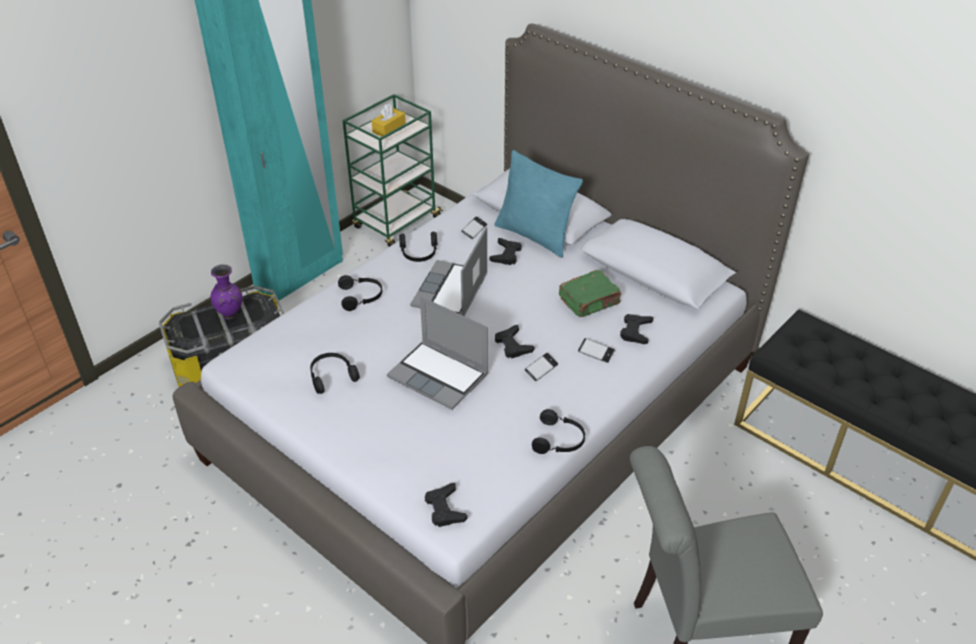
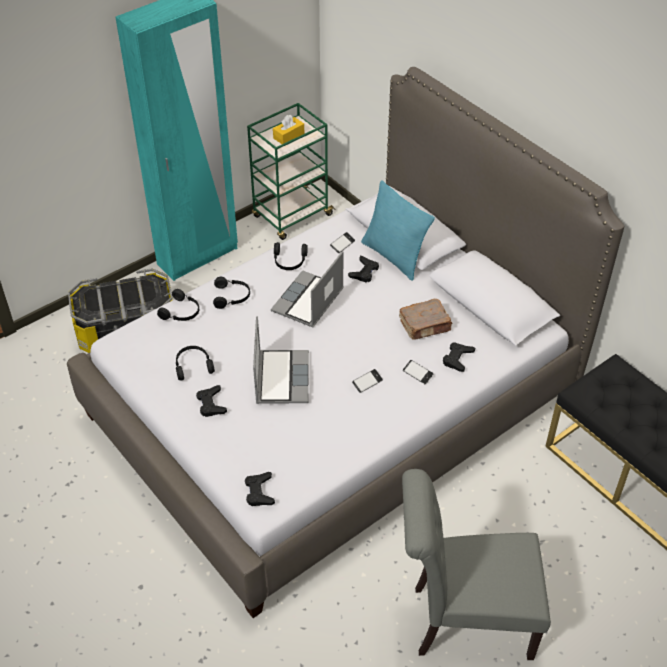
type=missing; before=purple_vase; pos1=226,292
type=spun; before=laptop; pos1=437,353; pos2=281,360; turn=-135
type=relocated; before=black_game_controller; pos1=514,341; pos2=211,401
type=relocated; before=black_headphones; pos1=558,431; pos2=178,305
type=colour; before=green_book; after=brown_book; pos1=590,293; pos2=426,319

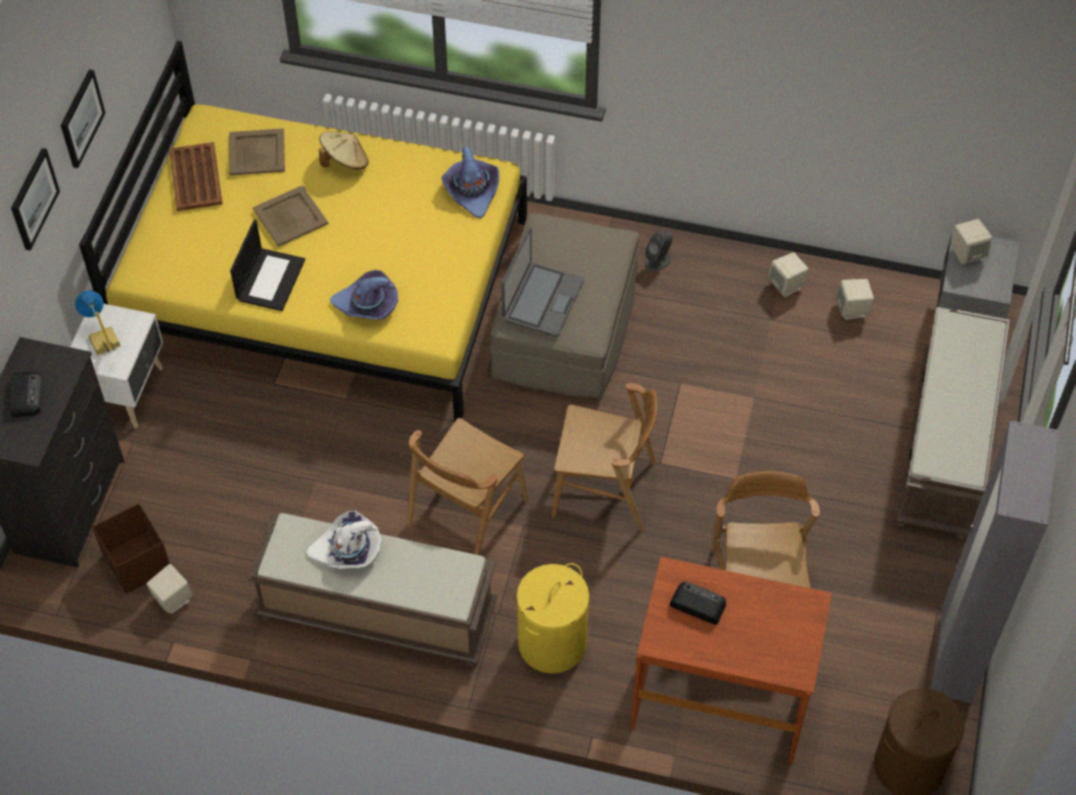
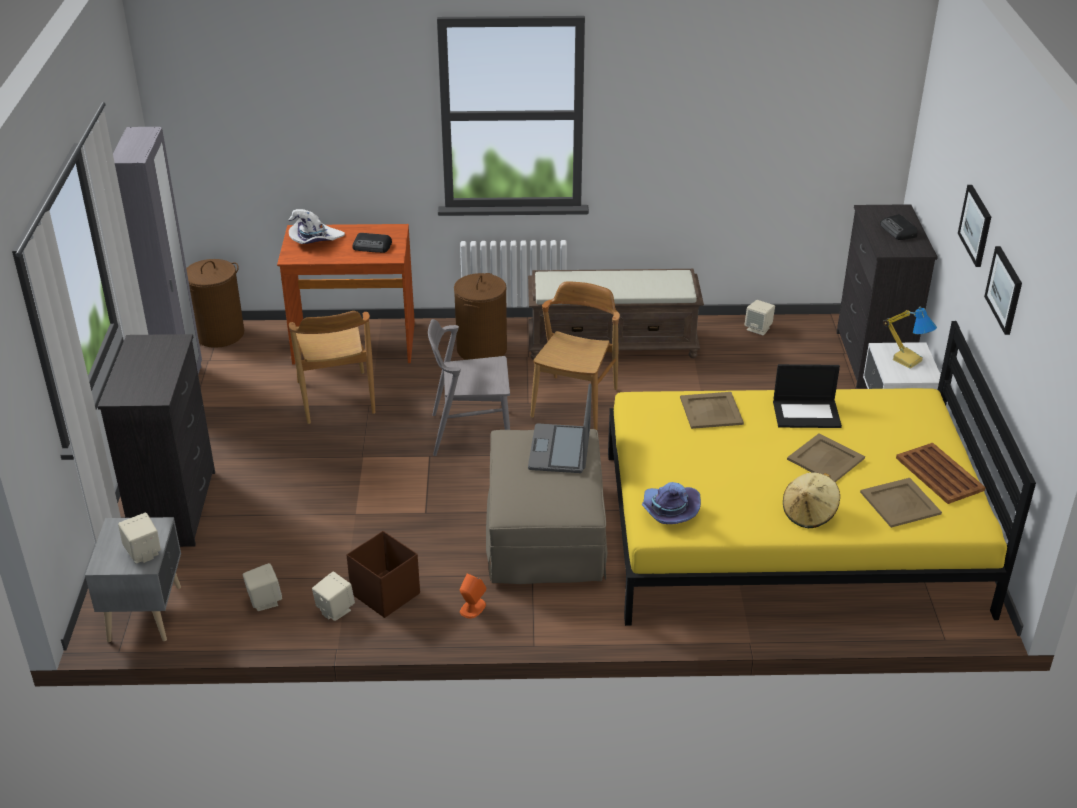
type=relocated; before=brown_storage_box; pos1=131,548; pos2=383,574
type=spun; before=laptop; pos1=267,265; pos2=807,396; turn=-90
type=relocated; before=white_hat; pos1=344,540; pos2=317,226
type=exchanged; before=purple_hat; after=beige_tray; pos1=364,295; pos2=712,410
type=colour; before=yellow_laundry_basket; after=brown_laundry_basket; pos1=553,618; pos2=480,316
type=colour; before=brown_chair; after=grey_chair; pos1=604,457; pos2=469,387
type=colour; before=grey_speaker; after=orange_speaker; pos1=659,251; pos2=473,596
type=exchanged; before=brown_bench; after=black_dresser; pos1=953,424; pos2=156,440

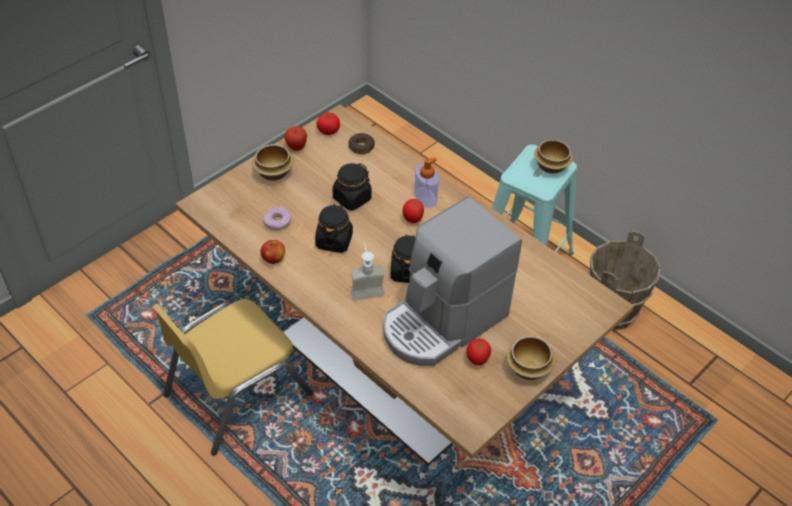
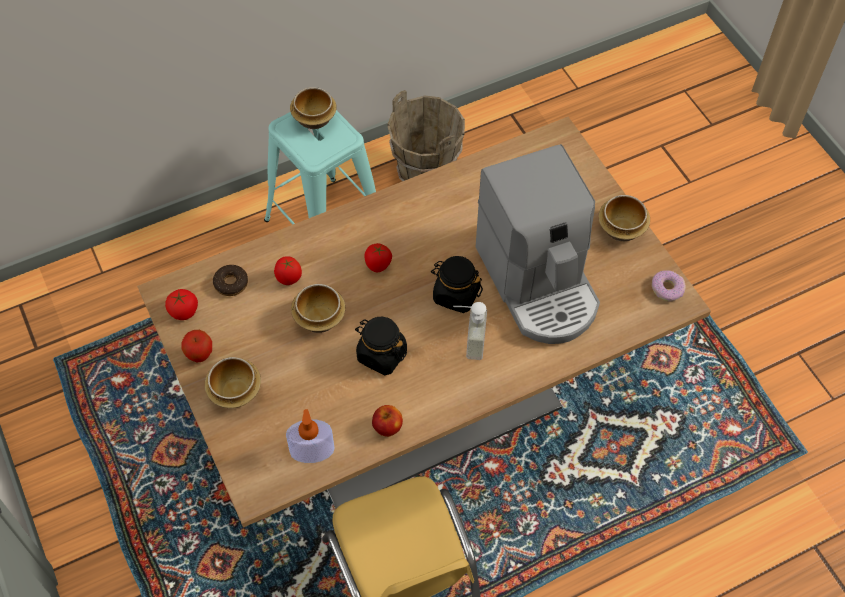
type=relocated; before=donut; pos1=277,218; pos2=669,286
type=exchanged; before=black_jar; after=bowl; pos1=352,186; pos2=318,308
type=relocated; before=soap_dispenser; pos1=426,183; pos2=310,436
type=relocated; before=tomato; pos1=478,351; pos2=288,270

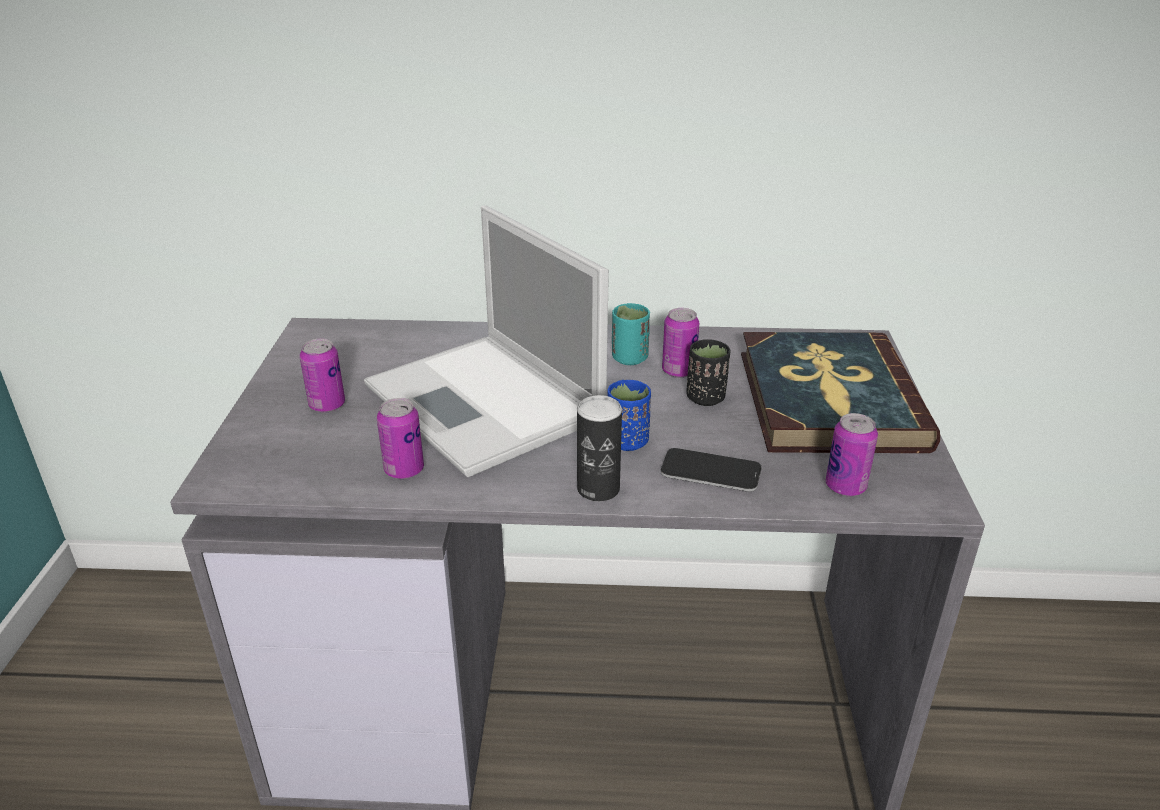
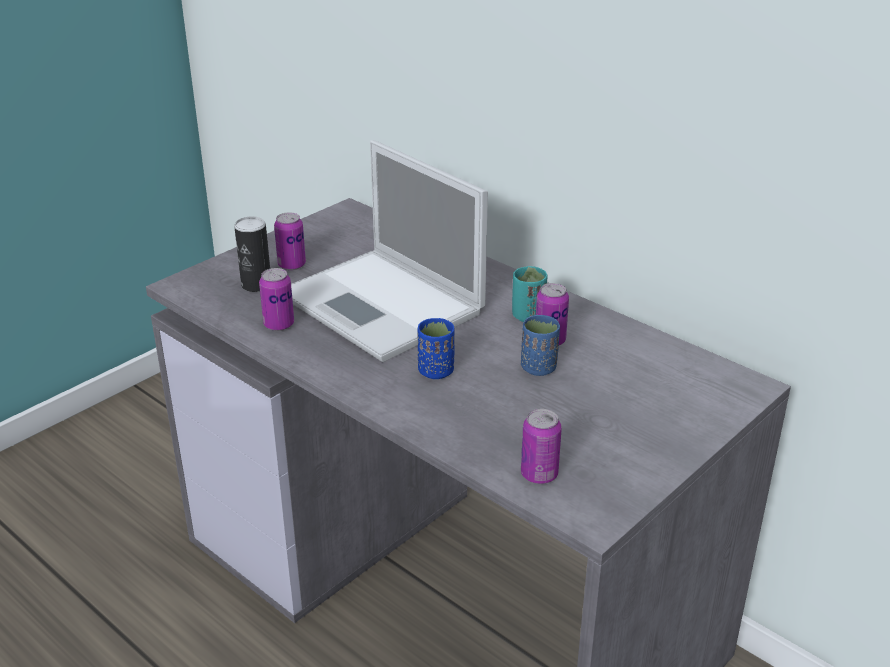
type=spun; before=laptop; pos1=486,341; pos2=389,251; turn=-45
type=relocated; before=can; pos1=599,448; pos2=252,254
type=missing; before=phone; pos1=711,470
type=colour; before=black_cup; after=blue_cup; pos1=708,372; pos2=540,345
type=missing; before=book; pos1=840,392

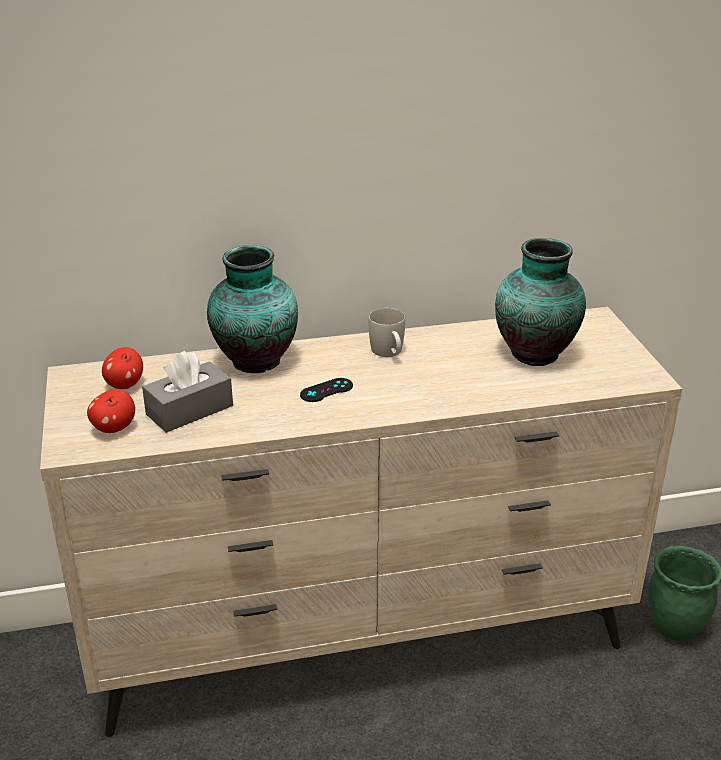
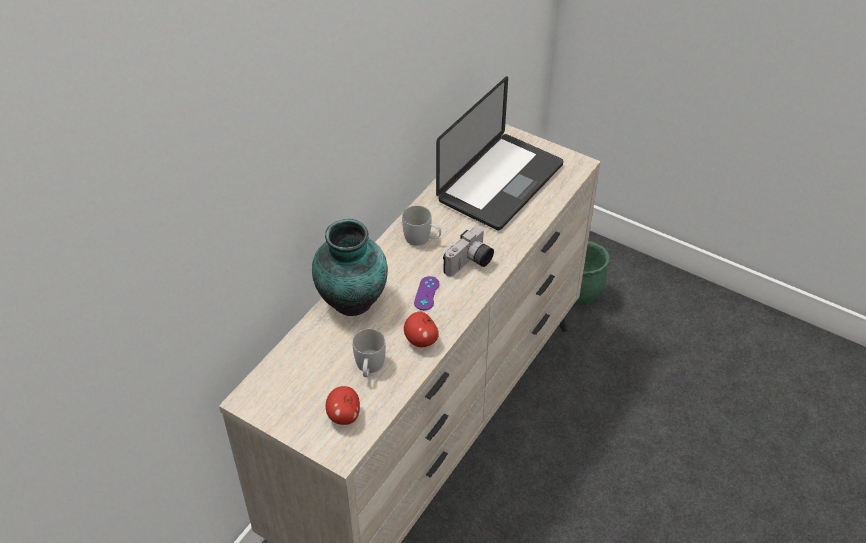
type=relocated; before=apple; pos1=122,368; pos2=421,329
type=exchanged; before=grey_tissue_box; after=white_mug; pos1=187,392; pos2=369,353
type=colour; before=black_game_controller; after=purple_game_controller; pos1=326,390; pos2=427,293
type=exchanged; before=vase; after=laptop; pos1=540,302; pos2=499,153
type=appeared; after=photo_camera; pos2=468,251

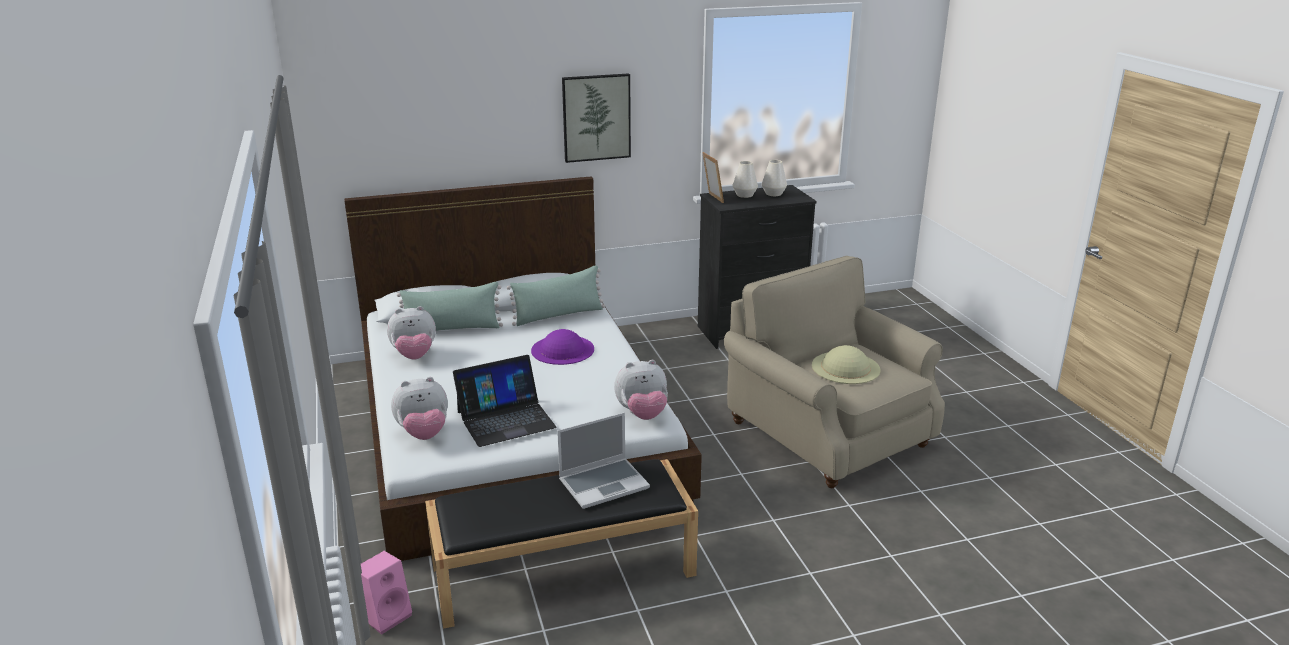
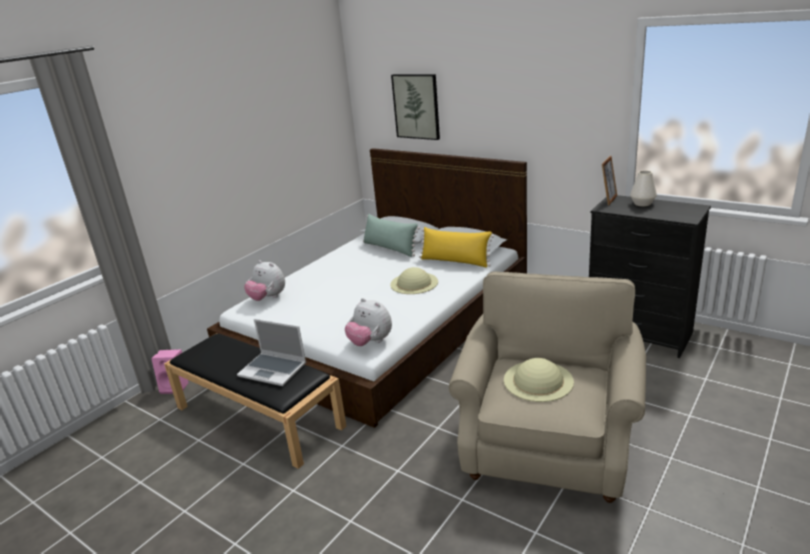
type=missing; before=plush_toy; pos1=411,332
type=missing; before=laptop; pos1=505,401
type=colour; before=green_pillow; after=yellow_pillow; pos1=556,295; pos2=456,247
type=colour; before=purple_hat; after=beige_hat; pos1=562,347; pos2=414,280
type=relocated; before=picture; pos1=596,118; pos2=415,107
type=missing; before=white_vase; pos1=774,178

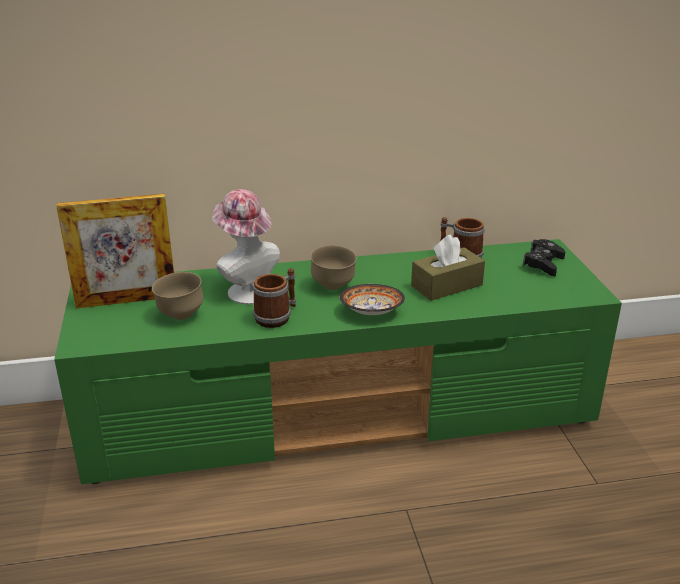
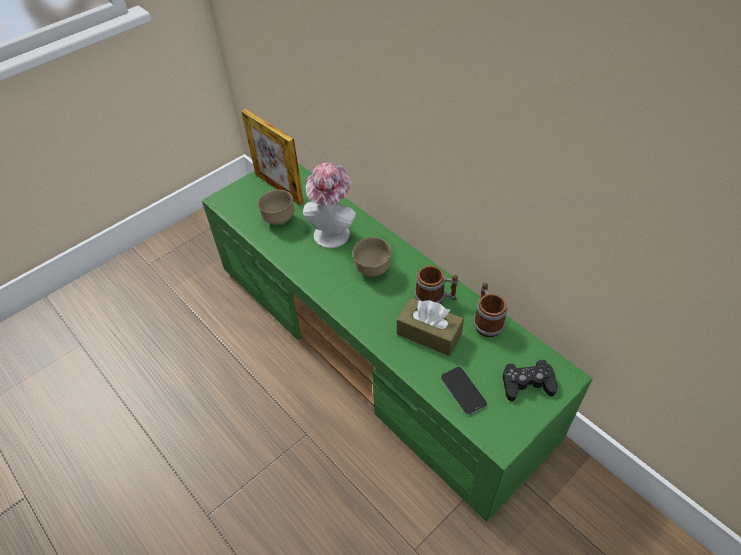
type=relocated; before=mug; pos1=274,298; pos2=436,284
type=missing; before=bowl; pos1=372,299
type=appeared; after=phone; pos2=464,391

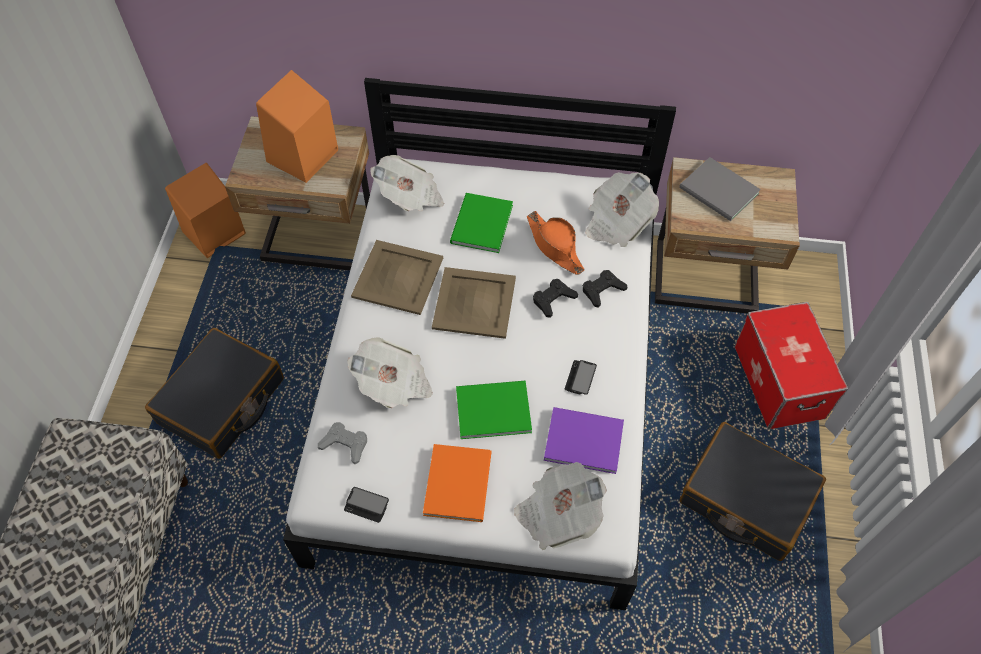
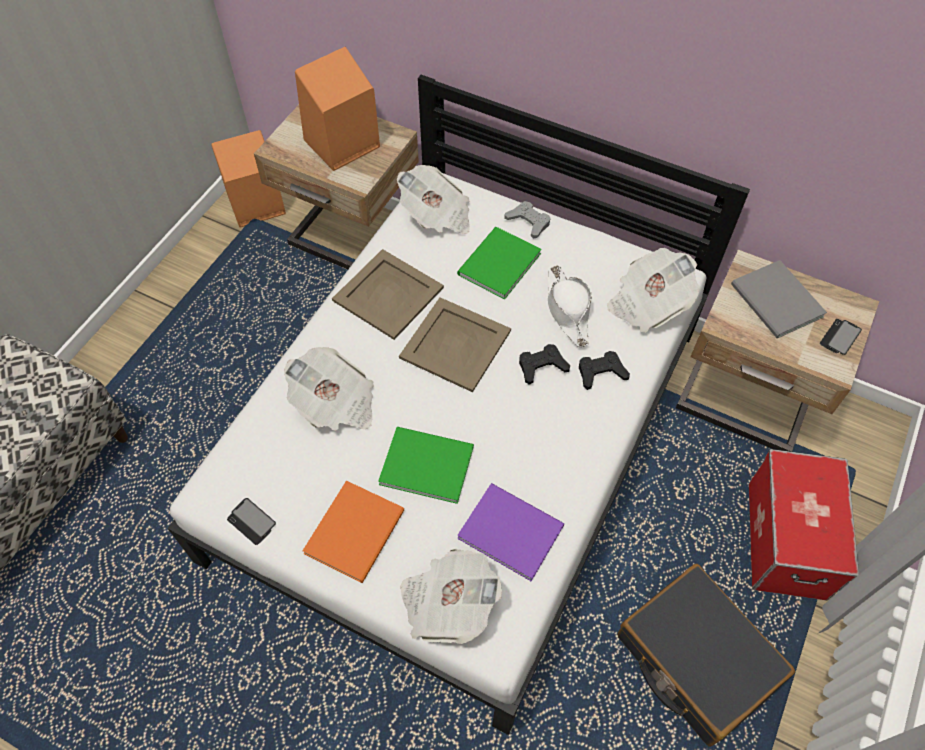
type=missing; before=black_suitcase; pos1=214,393
type=relocated; before=grey_game_controller; pos1=342,443; pos2=527,220
type=colour; before=orange_hat; after=white_hat; pos1=556,243; pos2=570,306
type=relocated; before=phone; pos1=581,377; pos2=841,337

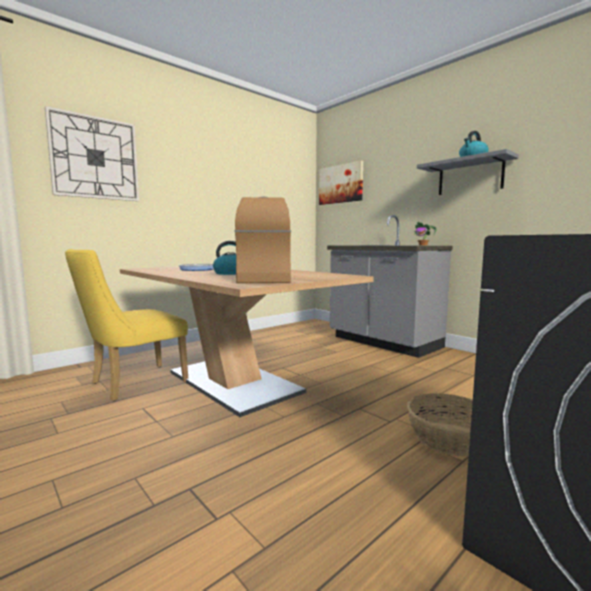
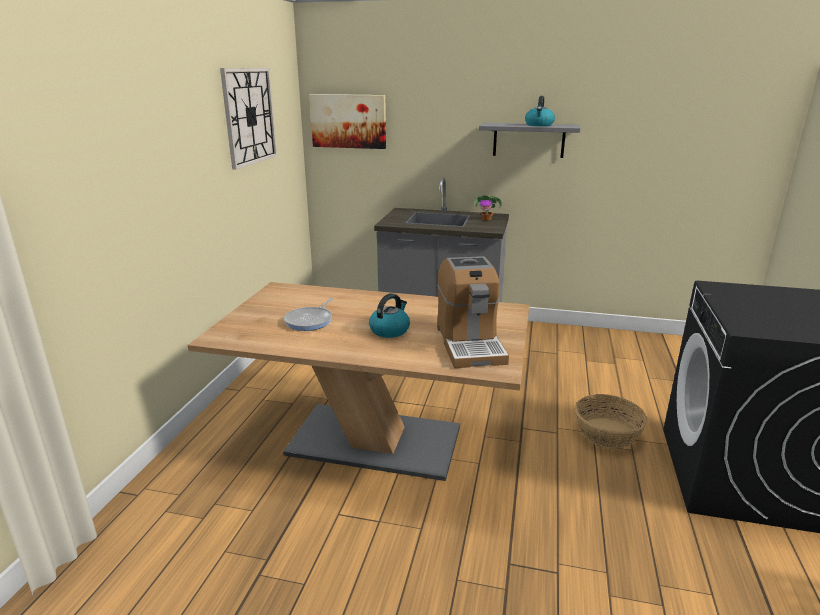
type=relocated; before=wall_clock; pos1=92,153; pos2=248,119
type=missing; before=yellow_chair; pos1=126,325
type=spun; before=coffee_machine; pos1=262,240; pos2=473,312; turn=-150

